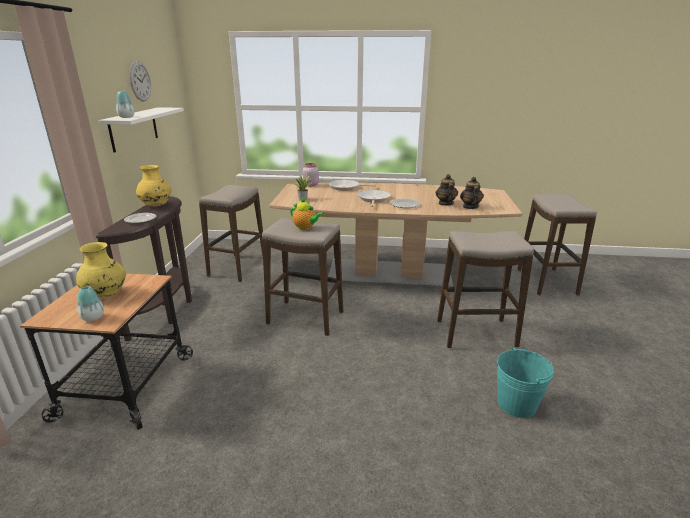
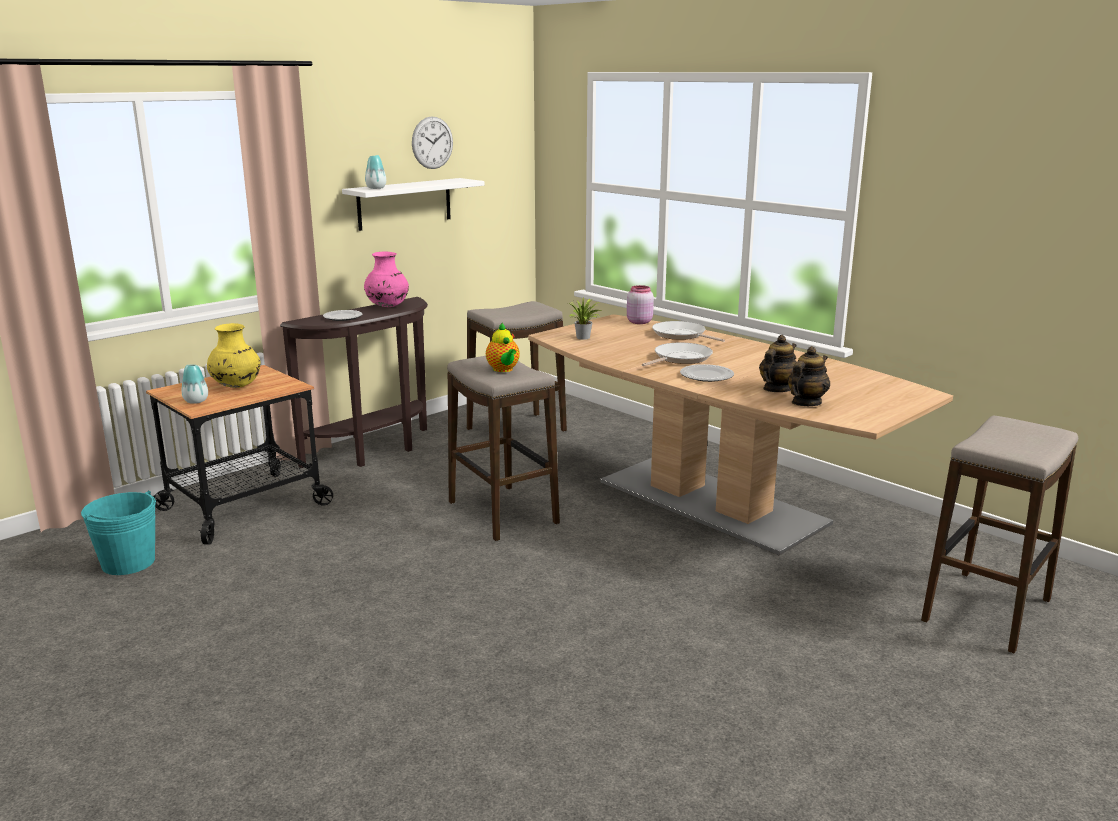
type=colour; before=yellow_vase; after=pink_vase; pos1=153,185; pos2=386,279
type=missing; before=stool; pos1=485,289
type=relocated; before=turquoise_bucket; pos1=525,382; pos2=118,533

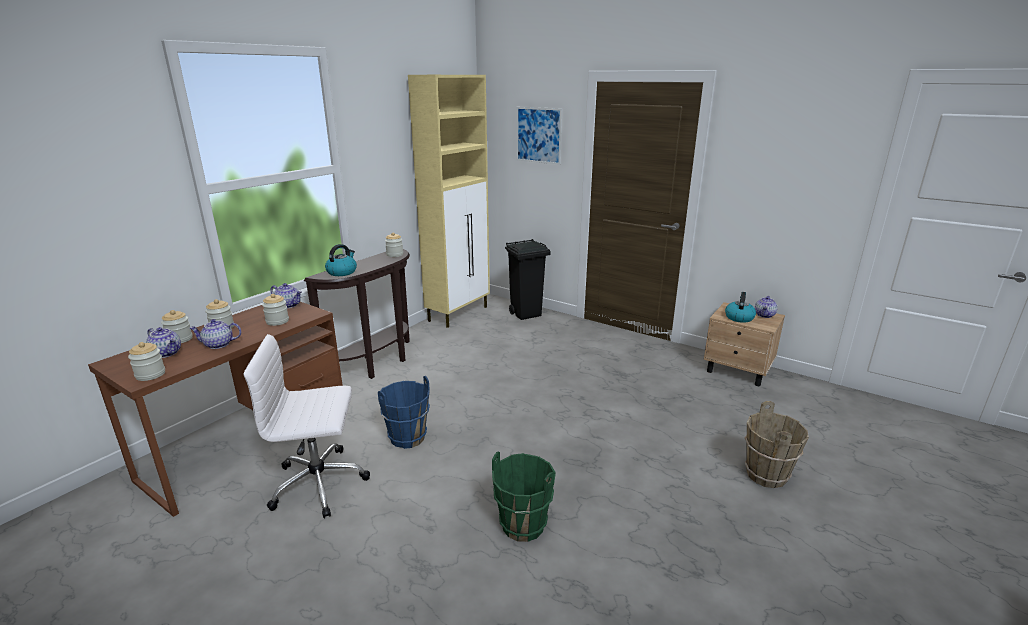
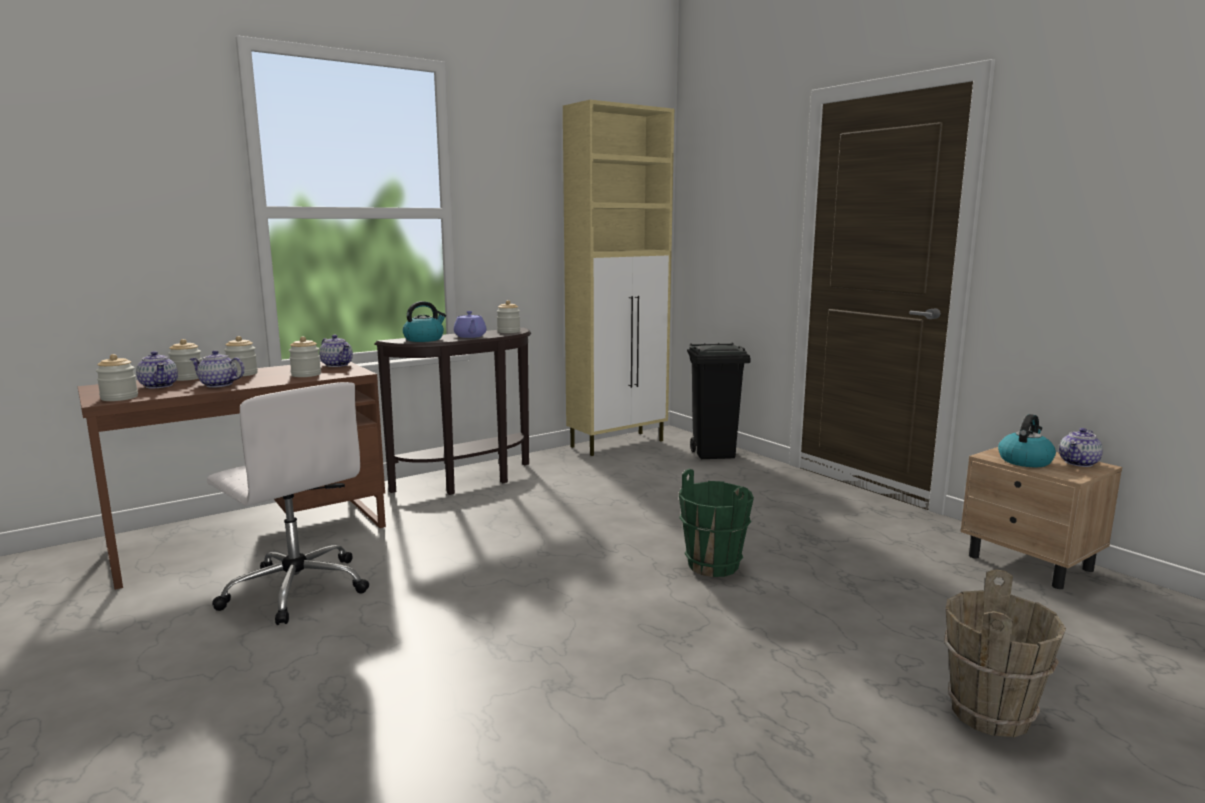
type=spun; before=white_office_chair; pos1=306,426; pos2=288,503; turn=-150
type=missing; before=blue_bucket; pos1=404,412
type=relocated; before=green_bucket; pos1=524,497; pos2=716,523
type=missing; before=picture; pos1=539,136
type=appeared; after=purple_teapot; pos2=470,324

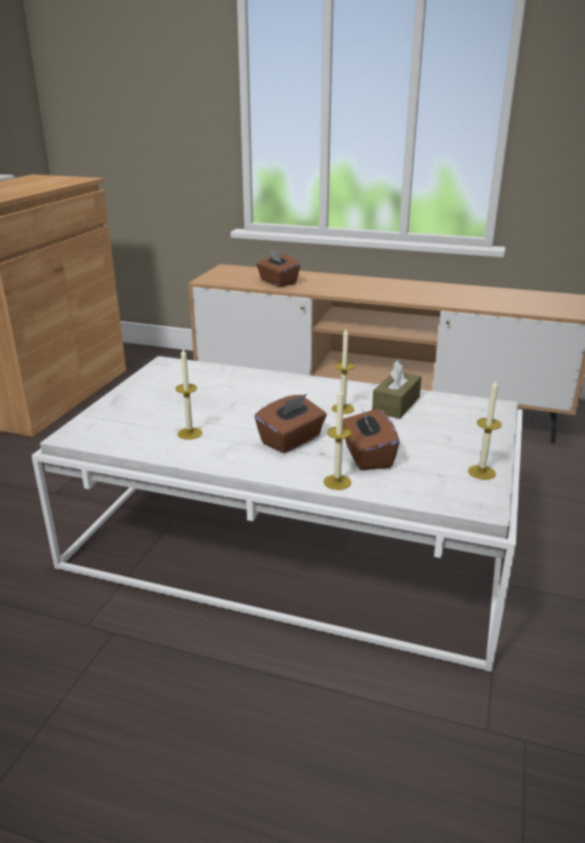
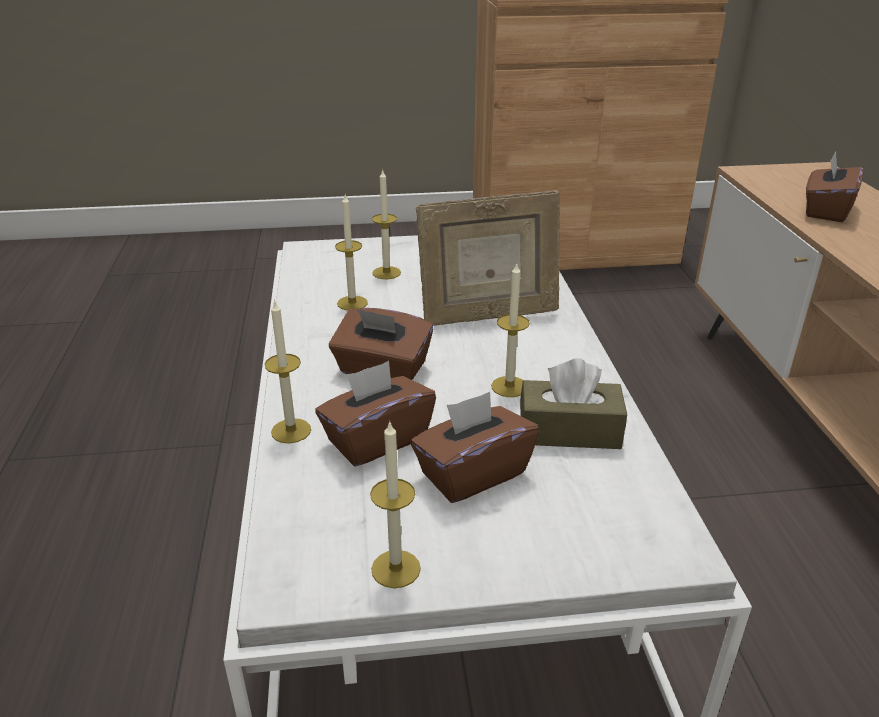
type=appeared; after=candle; pos2=386,224
type=appeared; after=brown_tissue_box; pos2=475,447
type=appeared; after=picture_frame; pos2=488,258

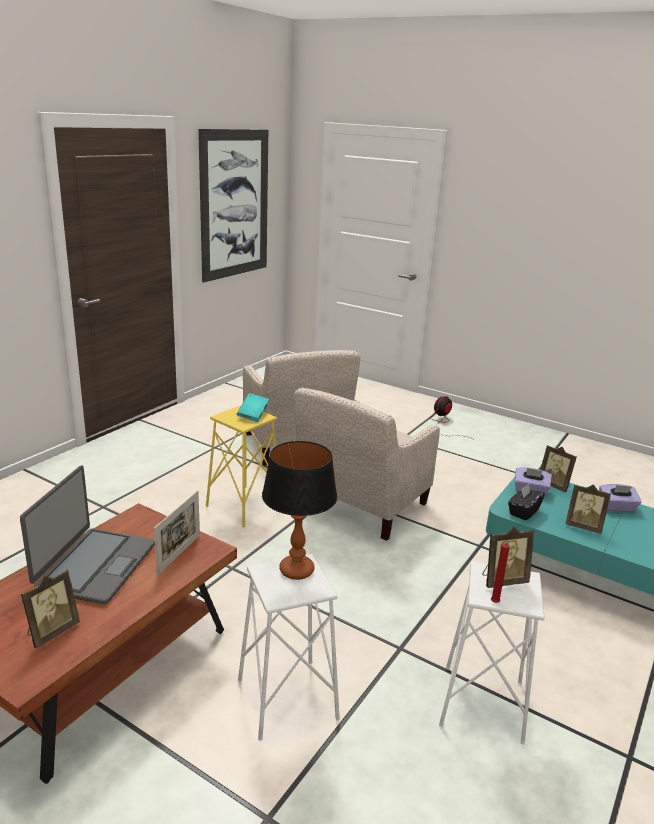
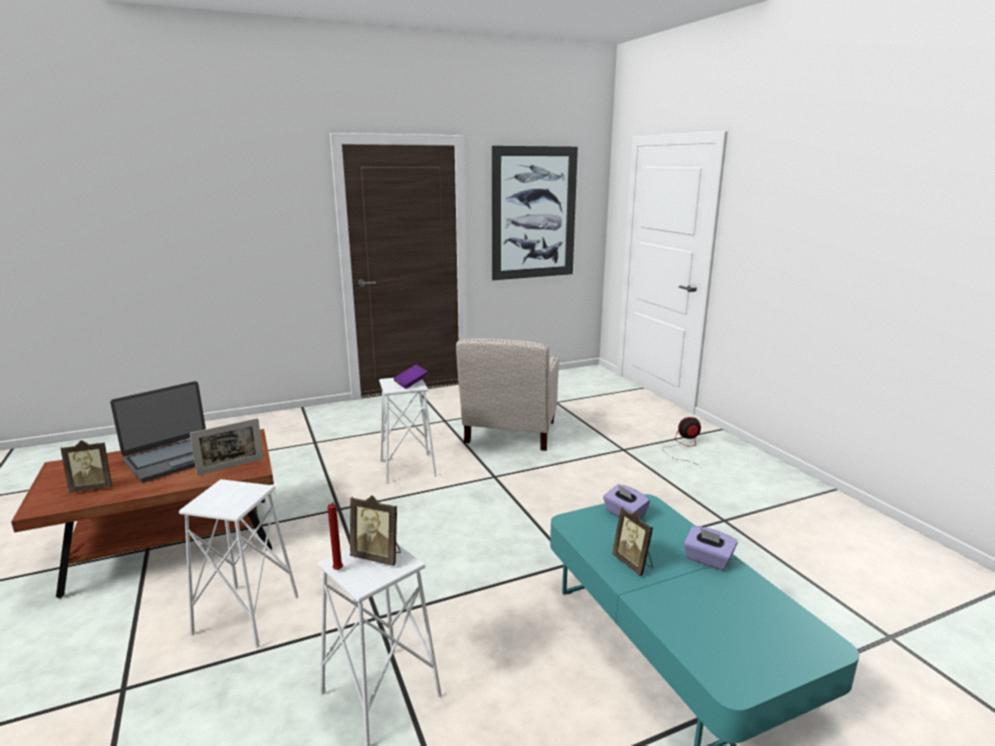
type=colour; before=yellow_stool; after=white_stool; pos1=241,466; pos2=408,430
type=colour; before=turquoise_book; after=purple_book; pos1=253,407; pos2=411,377
type=missing; before=table_lamp; pos1=299,510
type=missing; before=beige_armchair; pos1=367,464
type=missing; before=black_tissue_box; pos1=526,502
type=missing; before=picture_frame; pos1=558,468

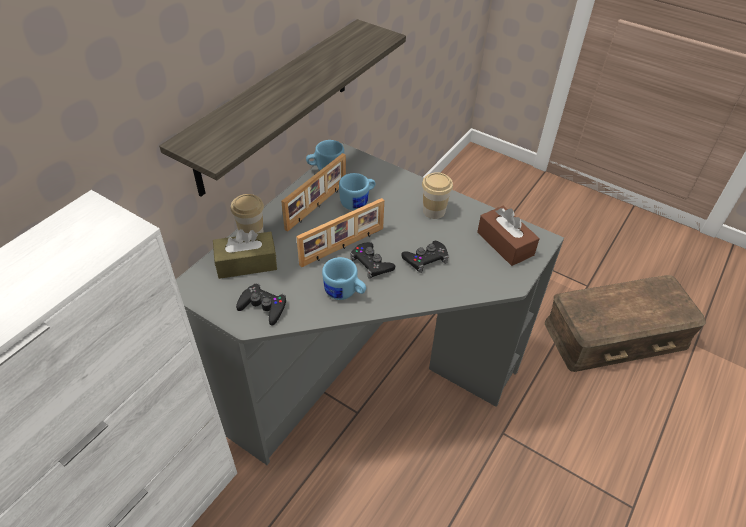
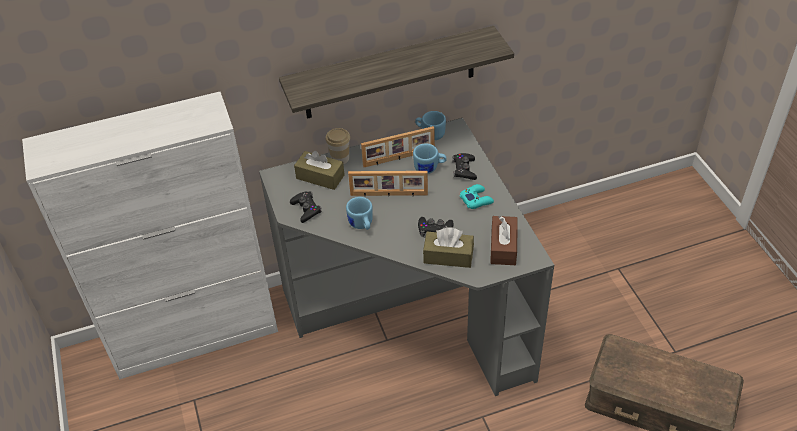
type=relocated; before=black_game_controller; pos1=372,260; pos2=464,166
type=exchanged; before=cup; after=turquoise_game_controller; pos1=437,195; pos2=477,196
type=appeared; after=brown_tissue_box; pos2=448,248

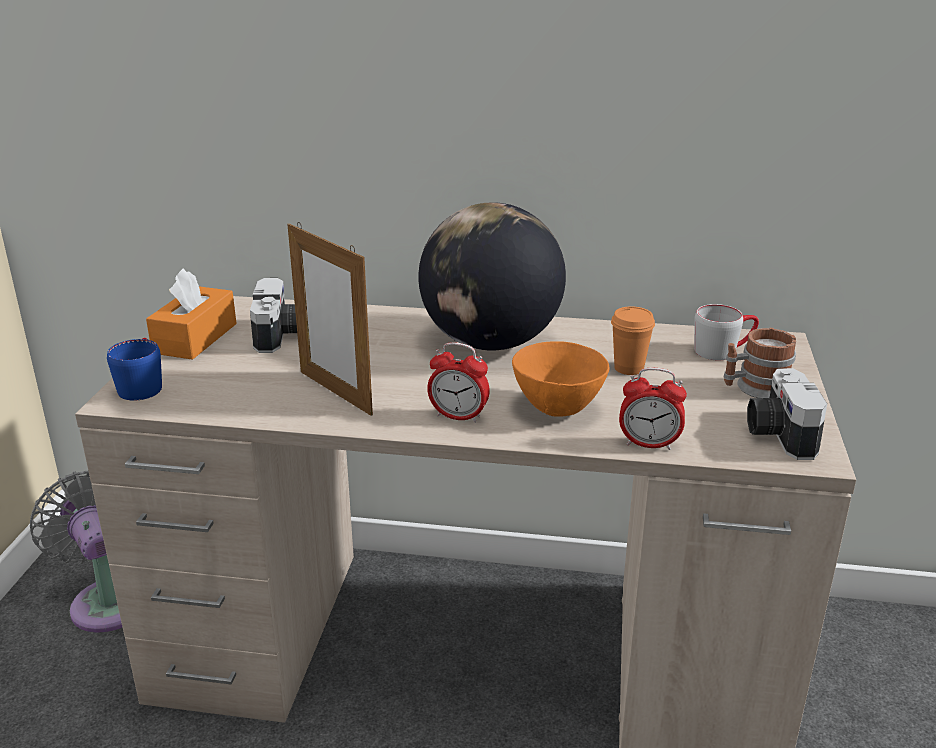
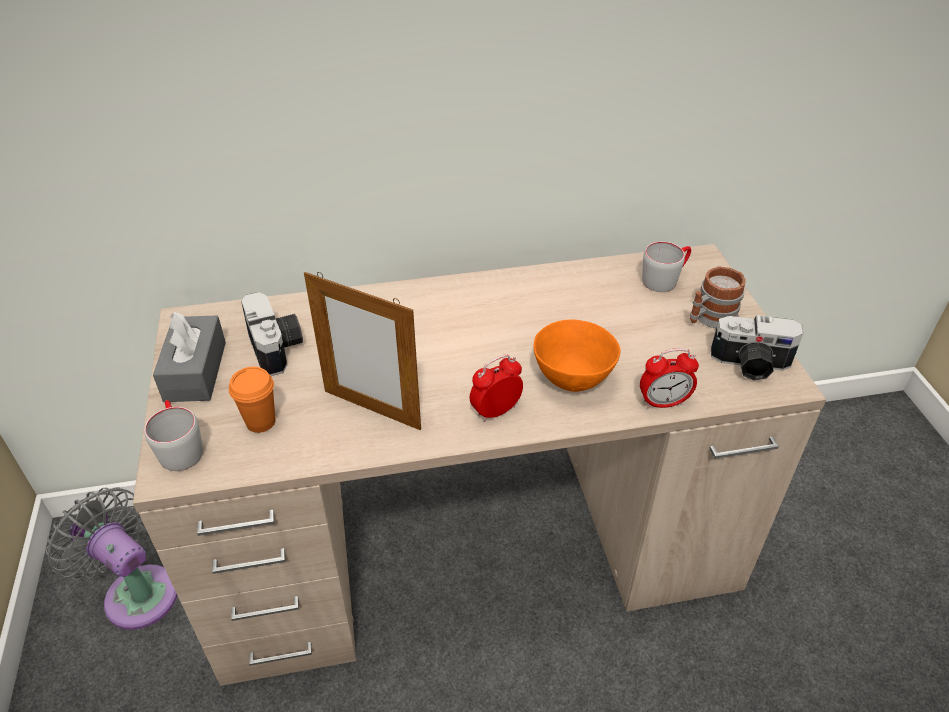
type=colour; before=blue_mug; after=grey_mug; pos1=134,369; pos2=173,435
type=colour; before=orange_tissue_box; after=grey_tissue_box; pos1=191,314; pos2=189,357
type=missing; before=globe; pos1=492,276
type=spun; before=alarm_clock; pos1=458,382; pos2=496,388; turn=150
type=relocated; before=orange_cup; pos1=633,340; pos2=252,400
type=spun; before=photo_camera; pos1=787,414; pos2=757,348; turn=-60

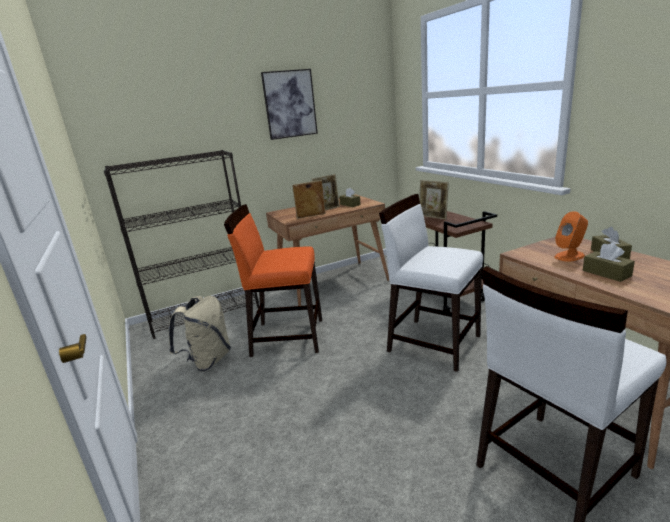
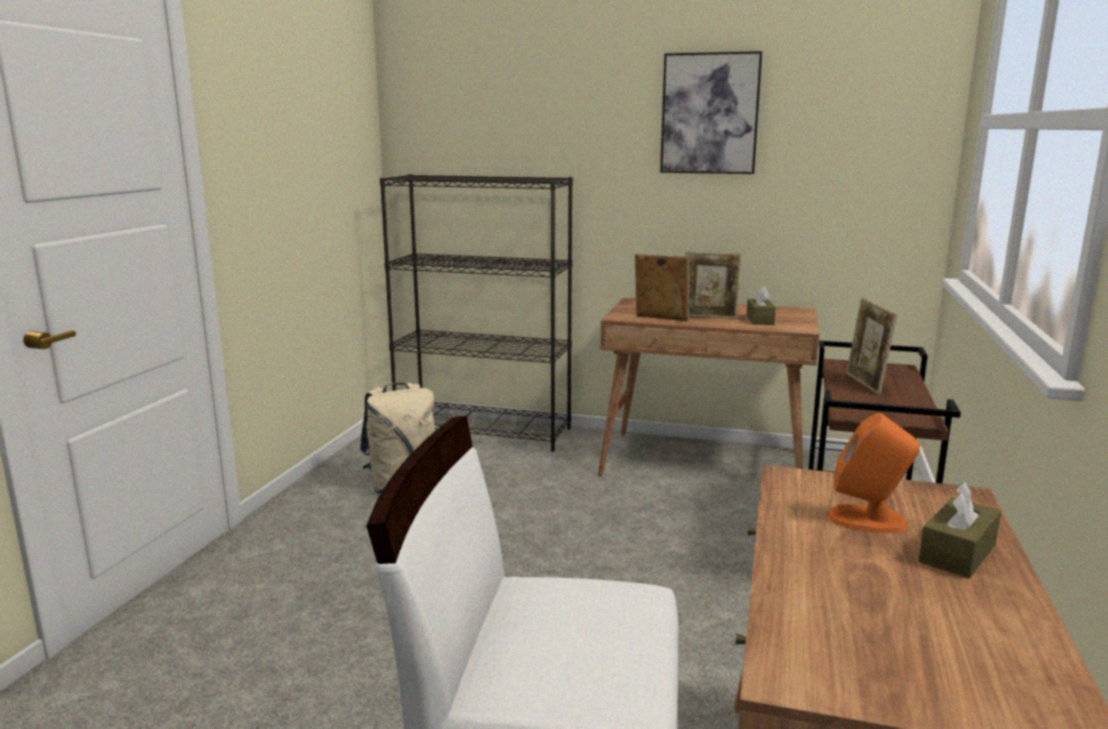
type=missing; before=orange_chair; pos1=273,280
type=missing; before=white_chair; pos1=431,283
type=missing; before=brown_tissue_box; pos1=609,262

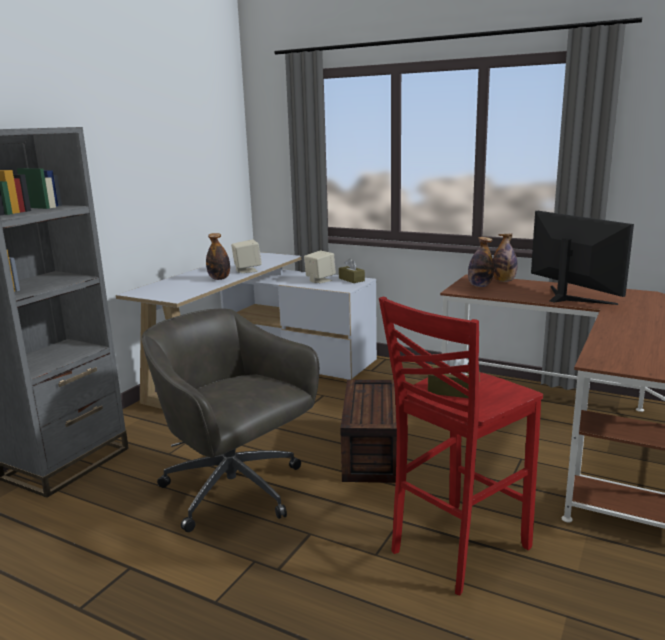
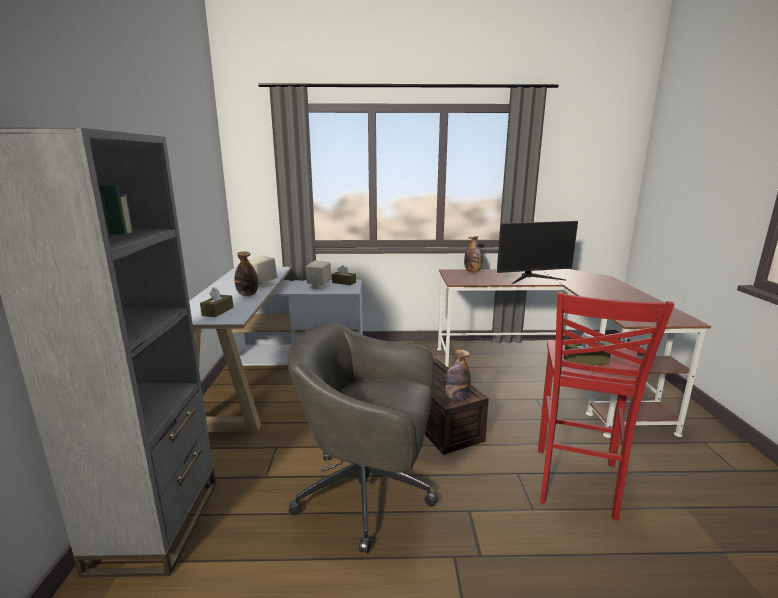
type=relocated; before=bottle; pos1=481,262; pos2=457,374
type=spun; before=monitor; pos1=582,258; pos2=537,252; turn=135
type=appeared; after=brown_tissue_box; pos2=216,302

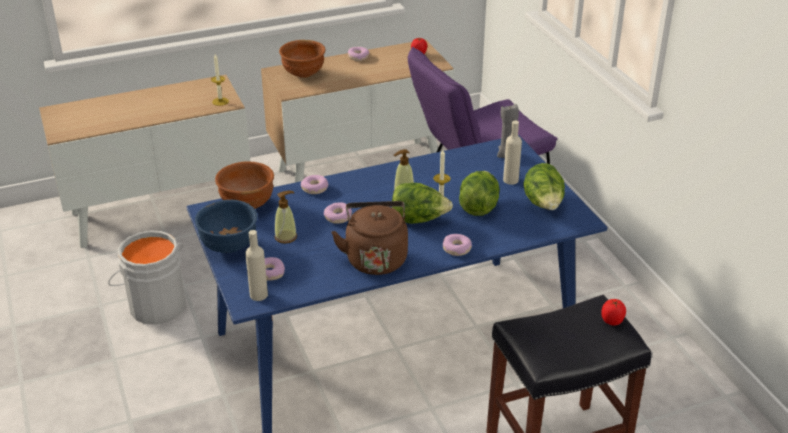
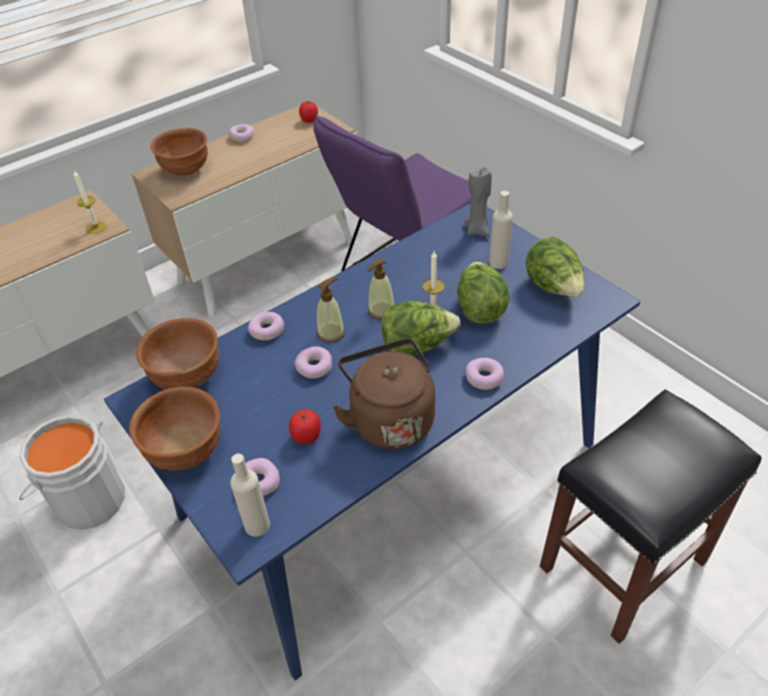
type=colour; before=blue_bowl; after=brown_bowl; pos1=226,226; pos2=174,428
type=relocated; before=soap_dispenser; pos1=285,217; pos2=331,309
type=relocated; before=tomato; pos1=613,312; pos2=305,426

